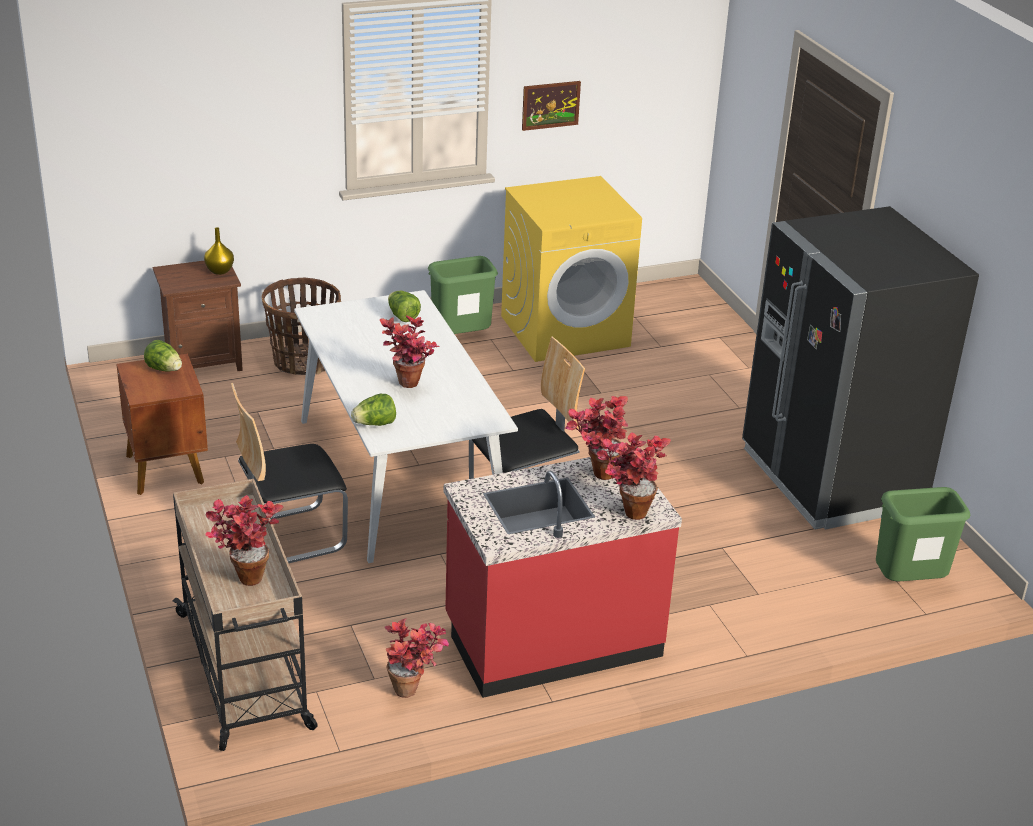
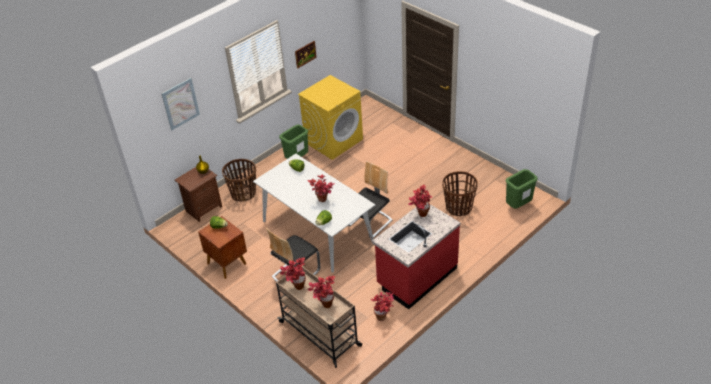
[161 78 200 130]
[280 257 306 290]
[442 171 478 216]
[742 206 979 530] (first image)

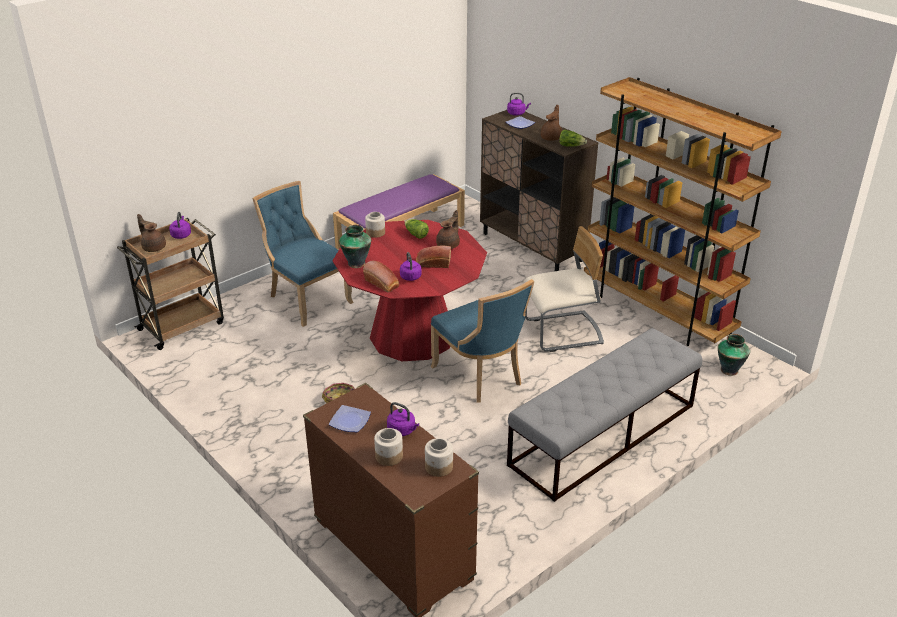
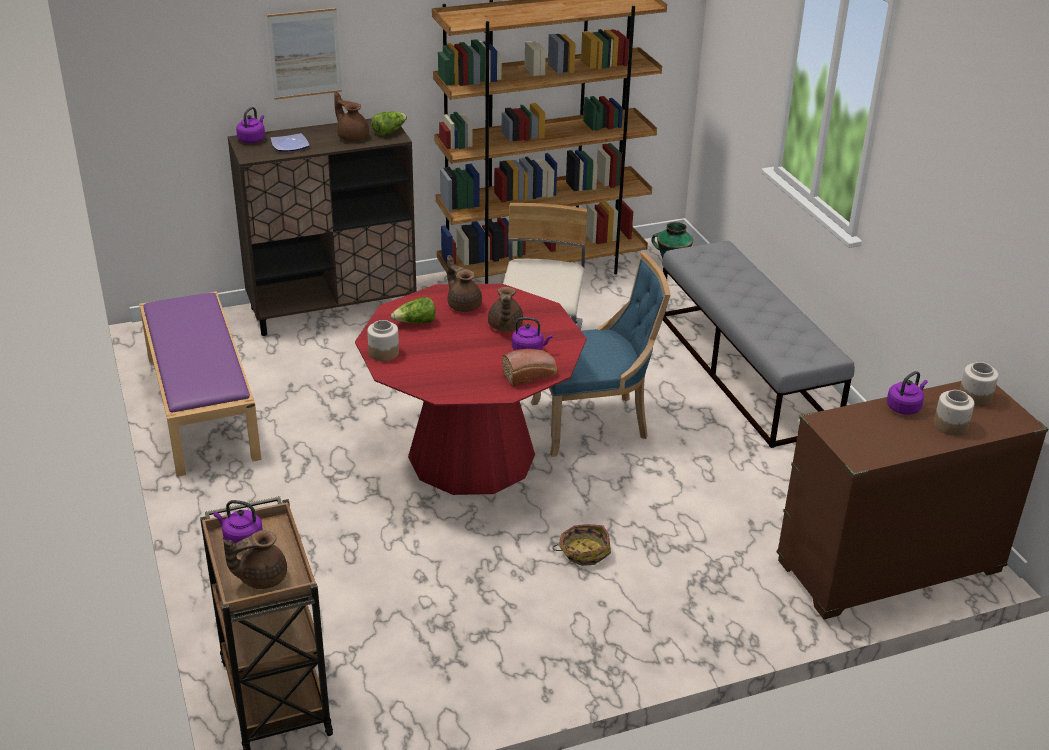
[267 8 342 100]
[488 287 523 331]
[252 181 354 327] (first image)
[329 405 371 432] (first image)
[339 225 371 268] (first image)

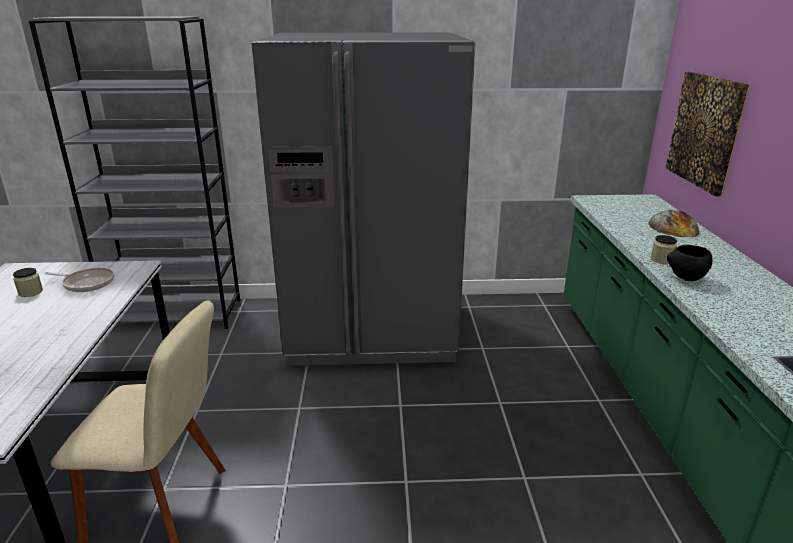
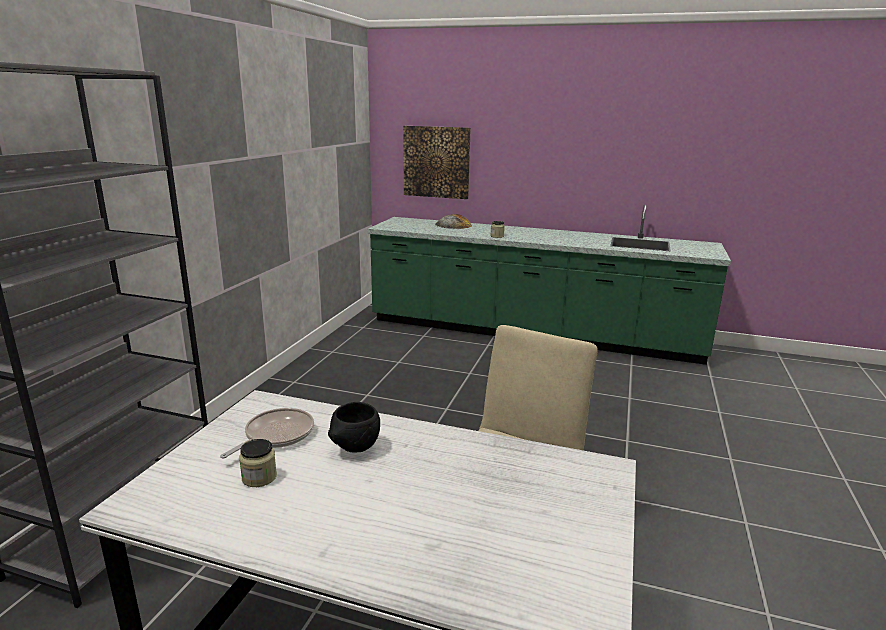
[328 402 380 452]
[252 32 476 366] (first image)

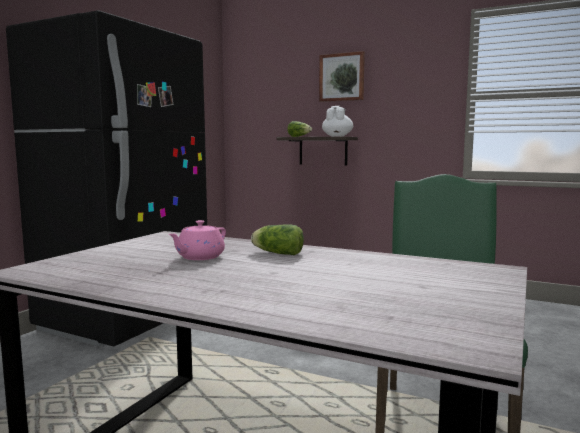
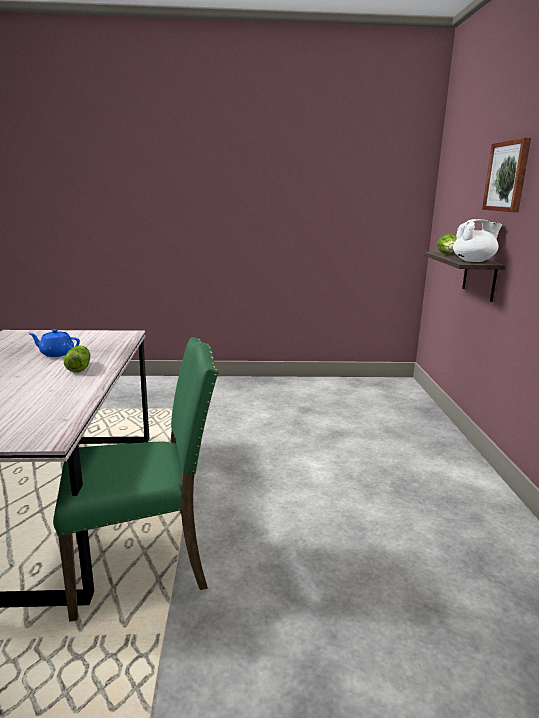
[29 329 80 357]
[6 10 207 347] (first image)

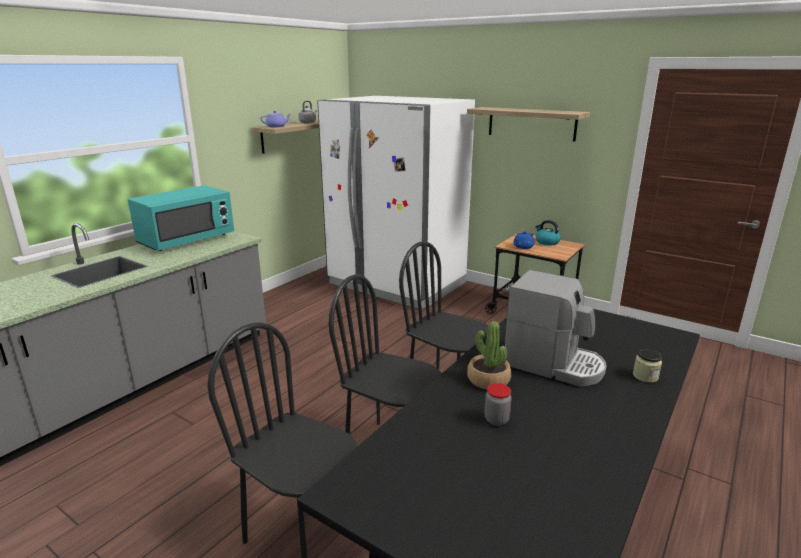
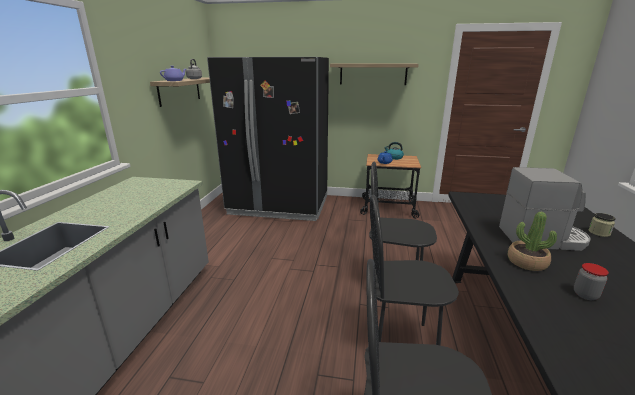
[207 57 329 221]
[128 185 234 251] (first image)

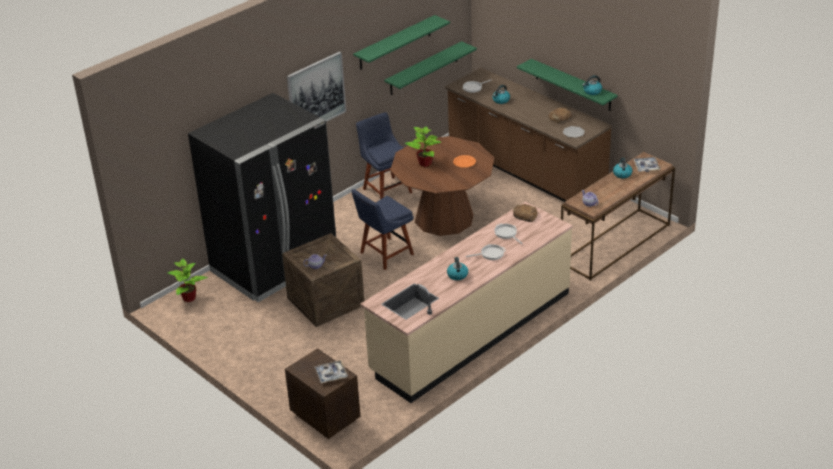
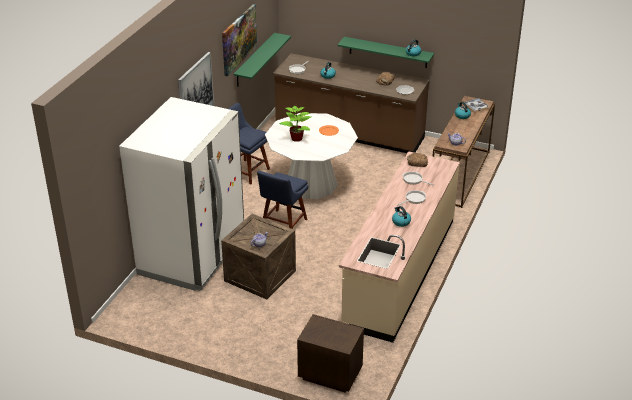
[119 97 244 291]
[222 4 257 76]
[265 113 358 199]
[168 258 208 302] (first image)
[315 360 348 383] (first image)

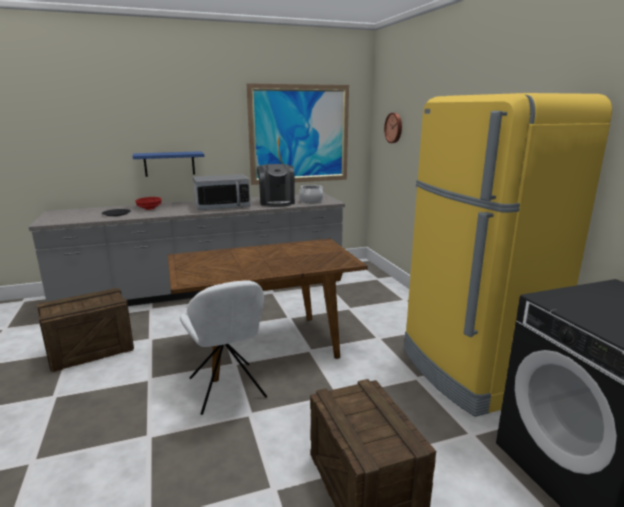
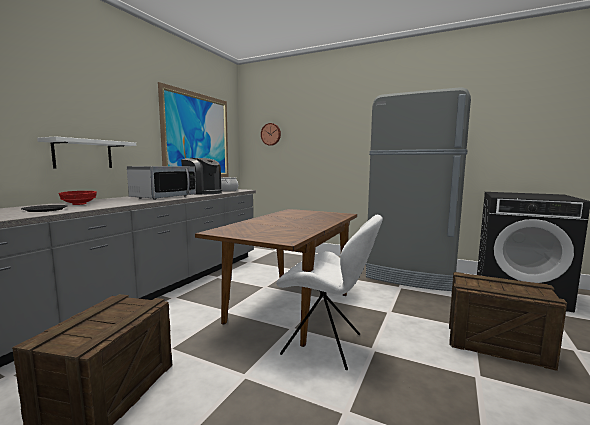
[37 137 136 168]
[366 87 471 291]

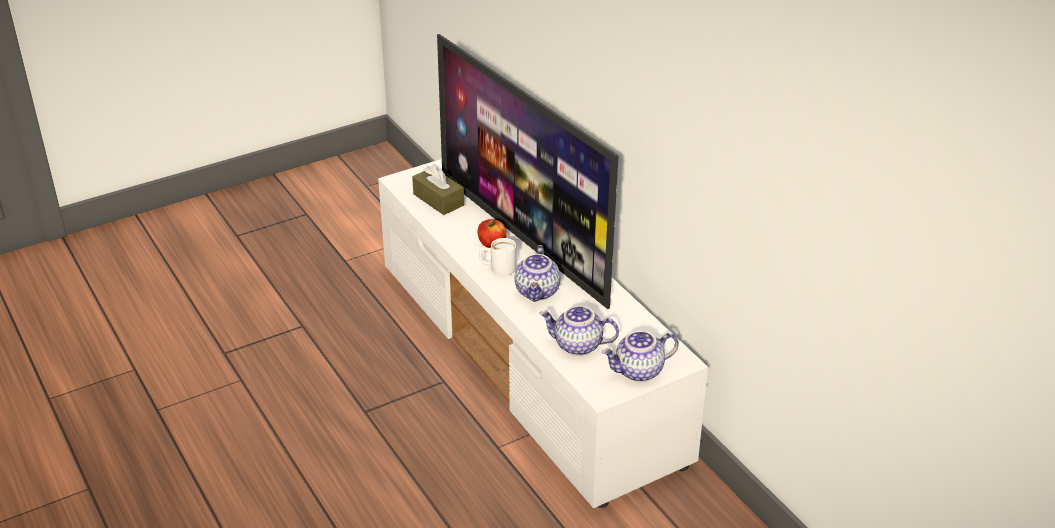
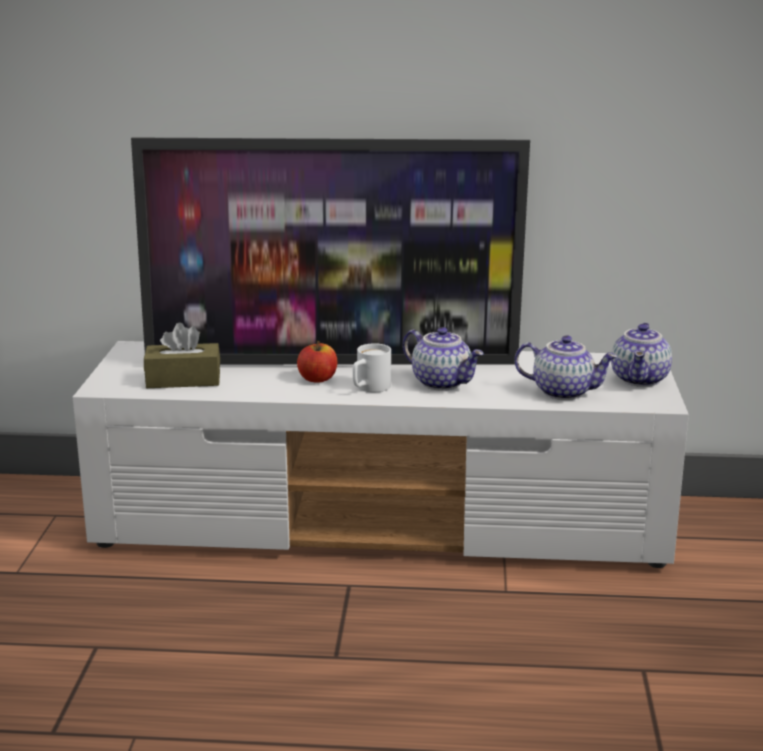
[514 335 618 400]

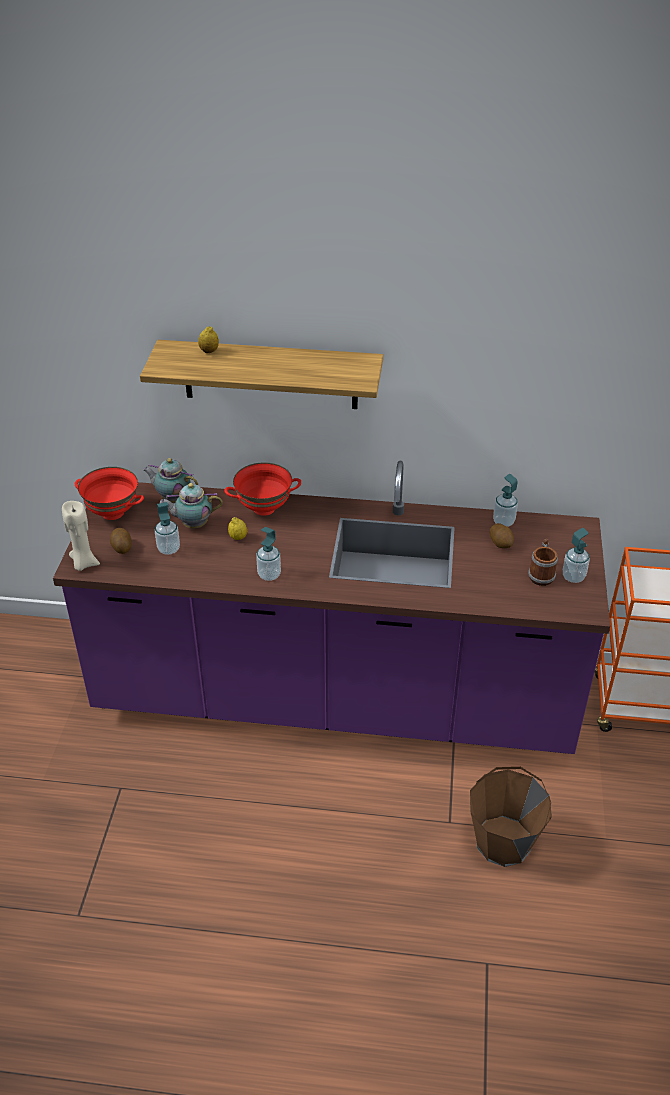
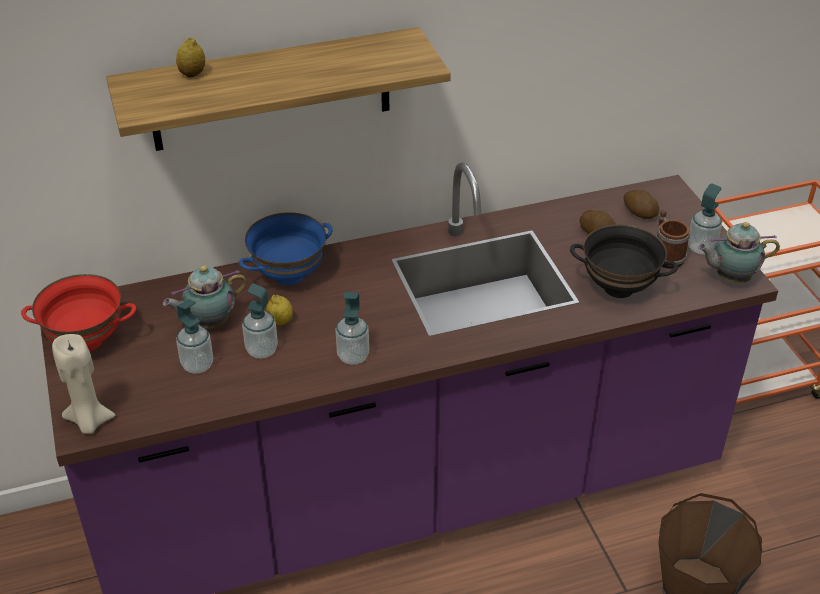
[239 212 333 285]
[242 283 278 358]
[570 224 678 298]
[623 190 659 219]
[698 222 780 283]

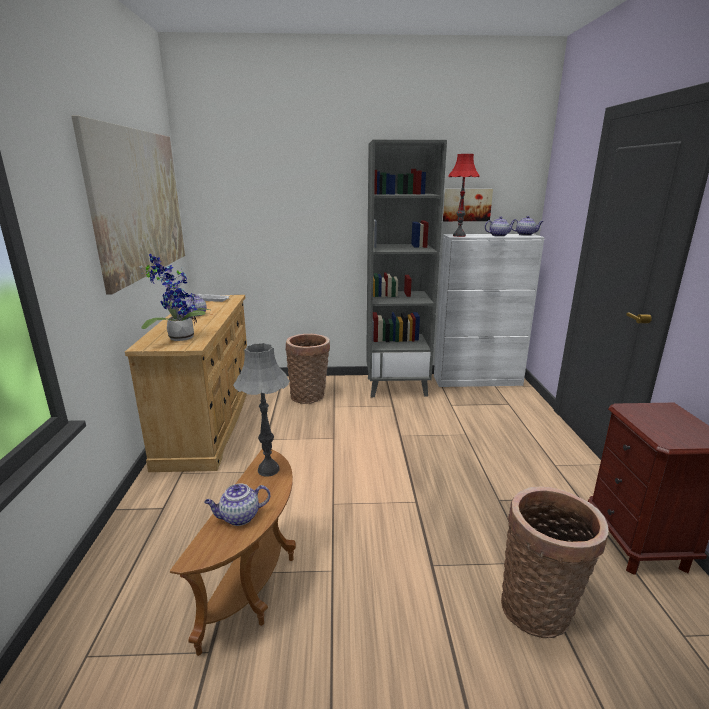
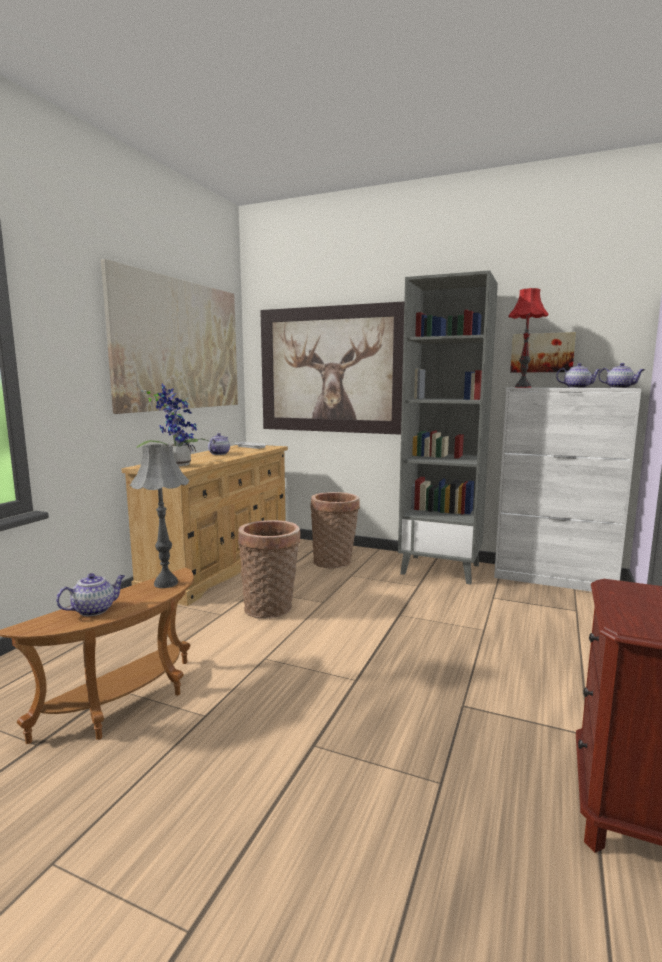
[56 573 125 616]
[238 520 300 619]
[260 302 404 435]

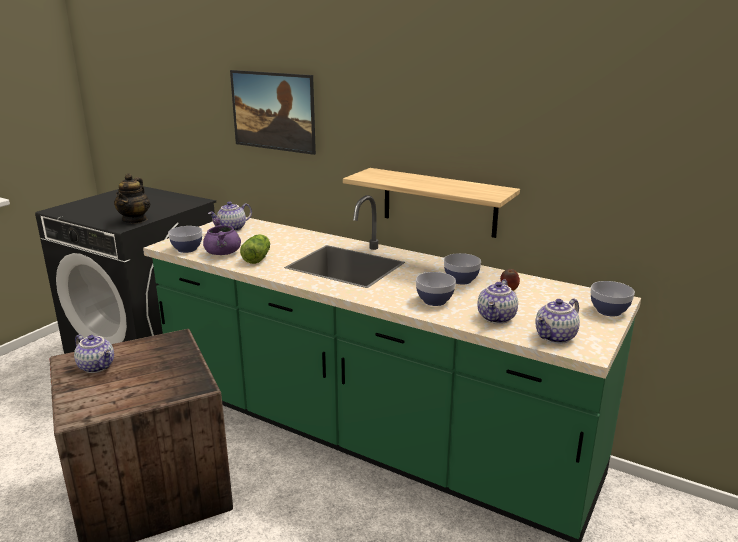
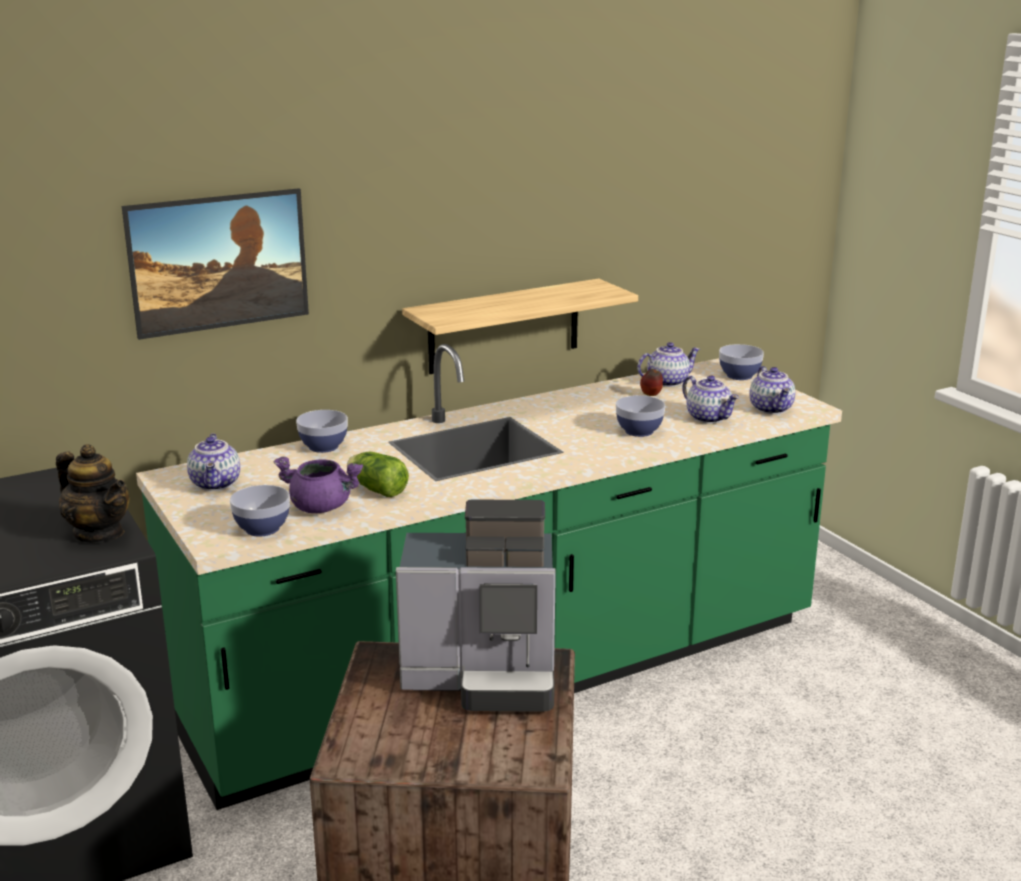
[296 410 348 453]
[396 499 556 712]
[637 342 700 387]

